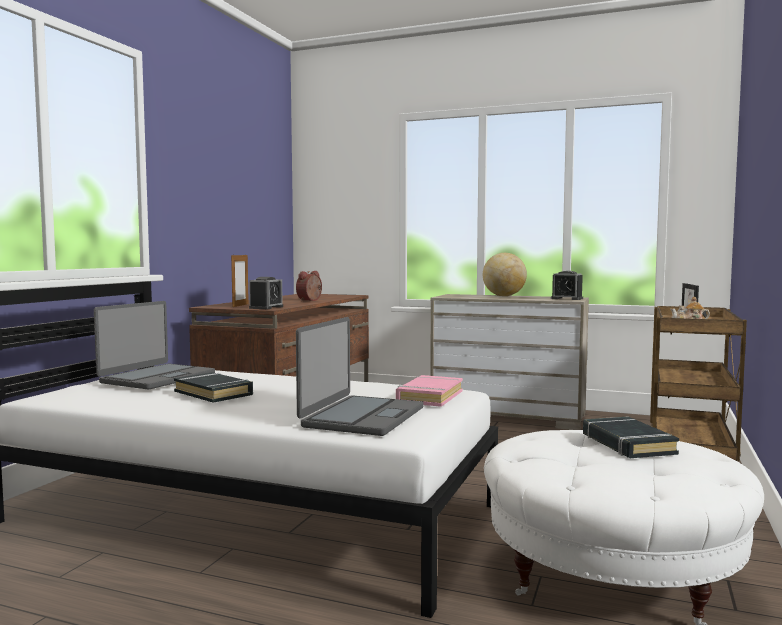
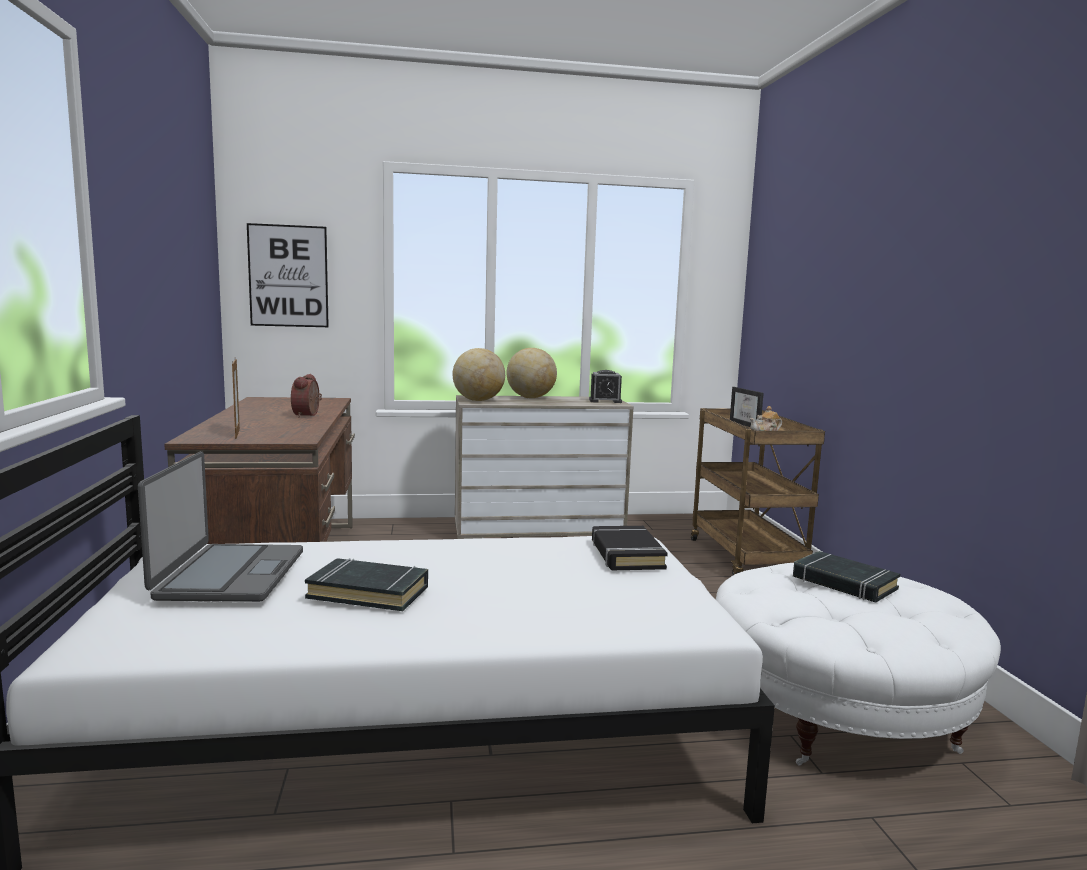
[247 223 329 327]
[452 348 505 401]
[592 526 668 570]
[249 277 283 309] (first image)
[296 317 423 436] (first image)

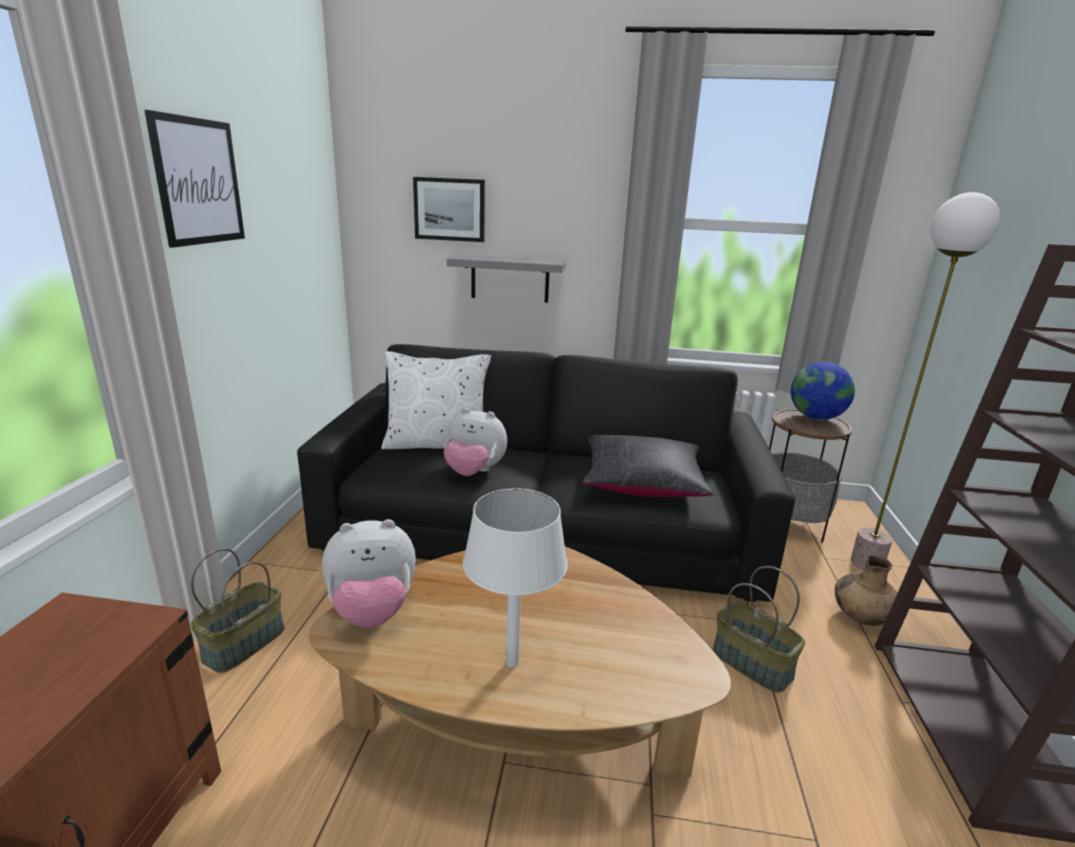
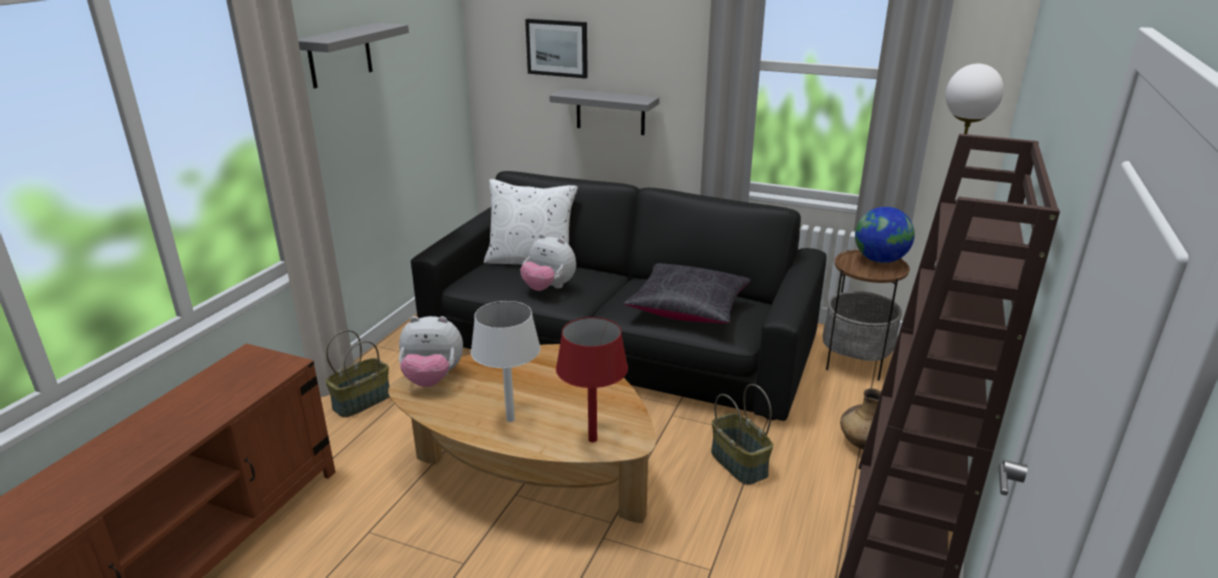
[298 23 409 88]
[556 317 628 442]

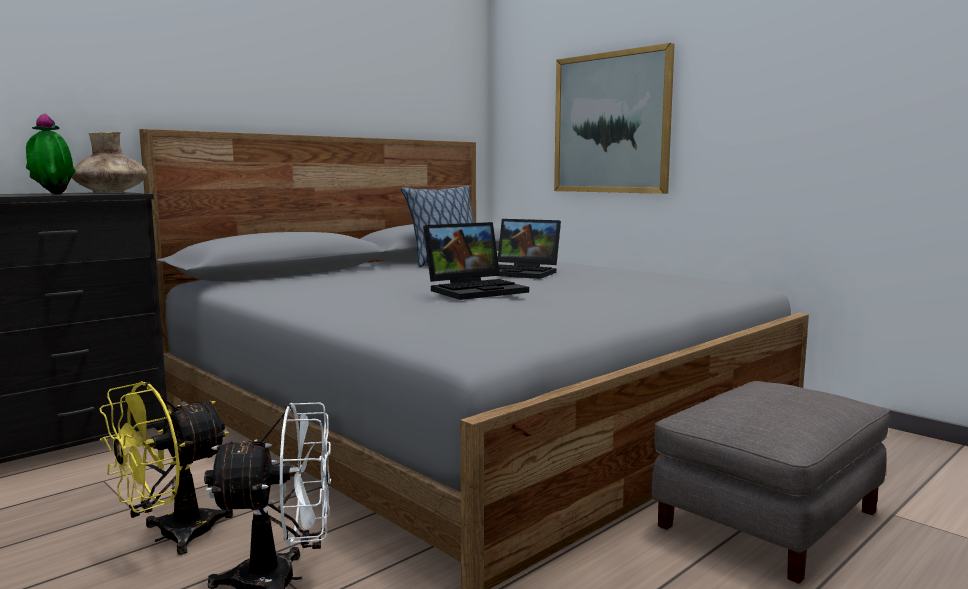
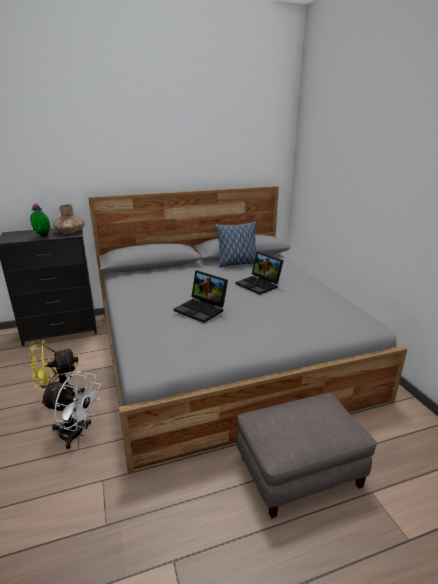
[174 270 228 323]
[554 43 675 194] (first image)

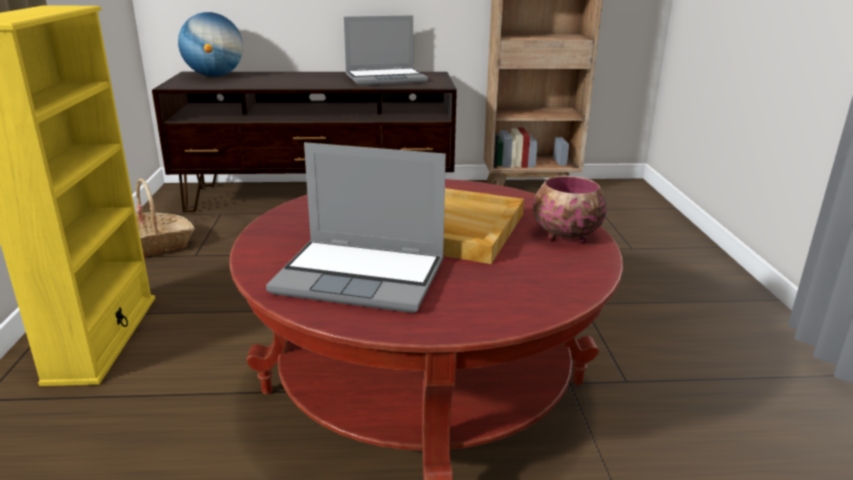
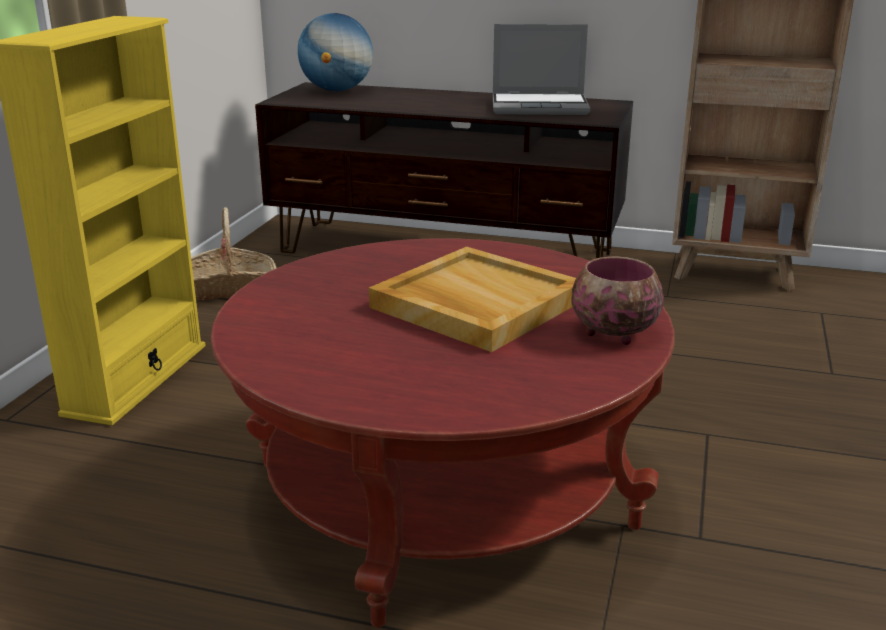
[266 142 446 313] (first image)

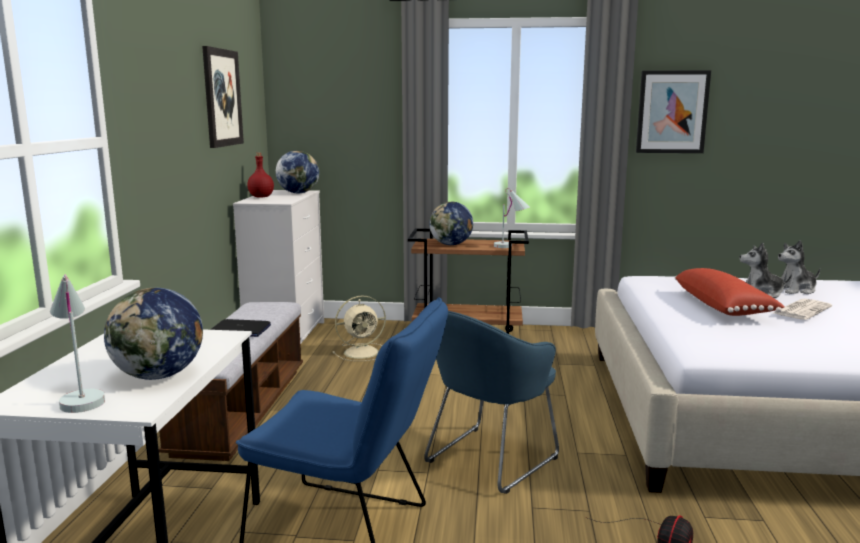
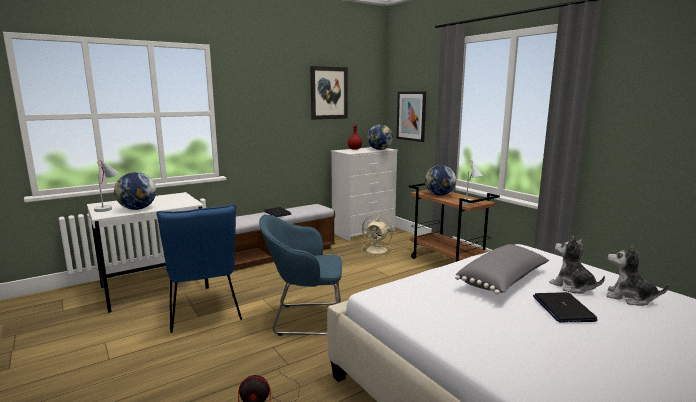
[397 92 426 142]
[455 244 549 295]
[533 292 598 322]

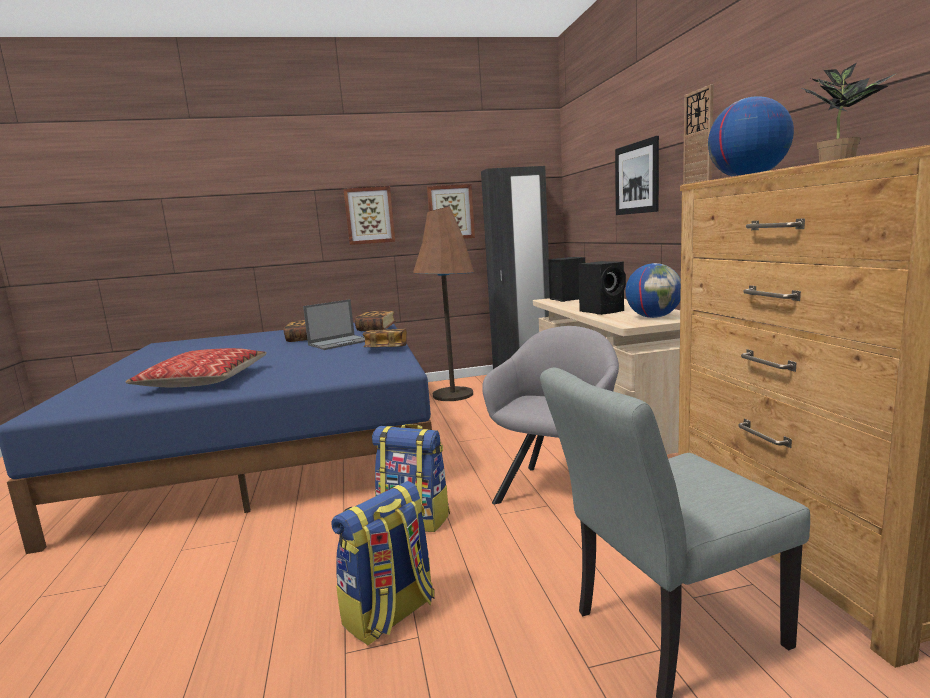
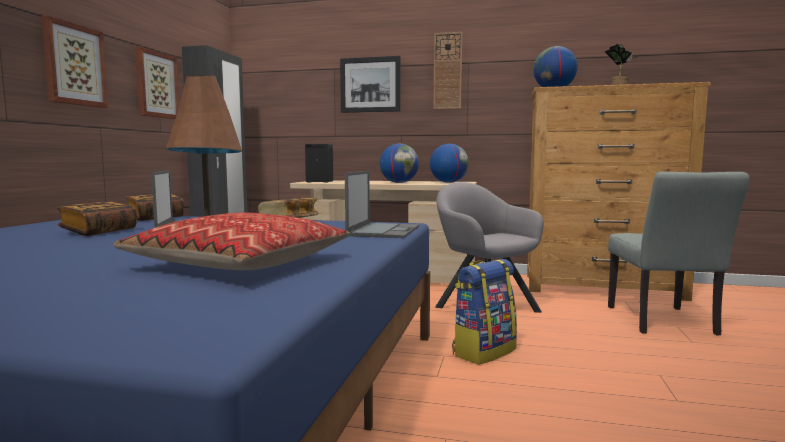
[345 171 419 238]
[380 144 419 183]
[331 481 435 646] (first image)

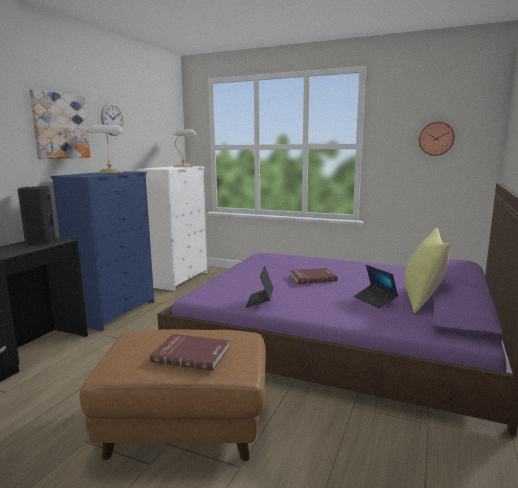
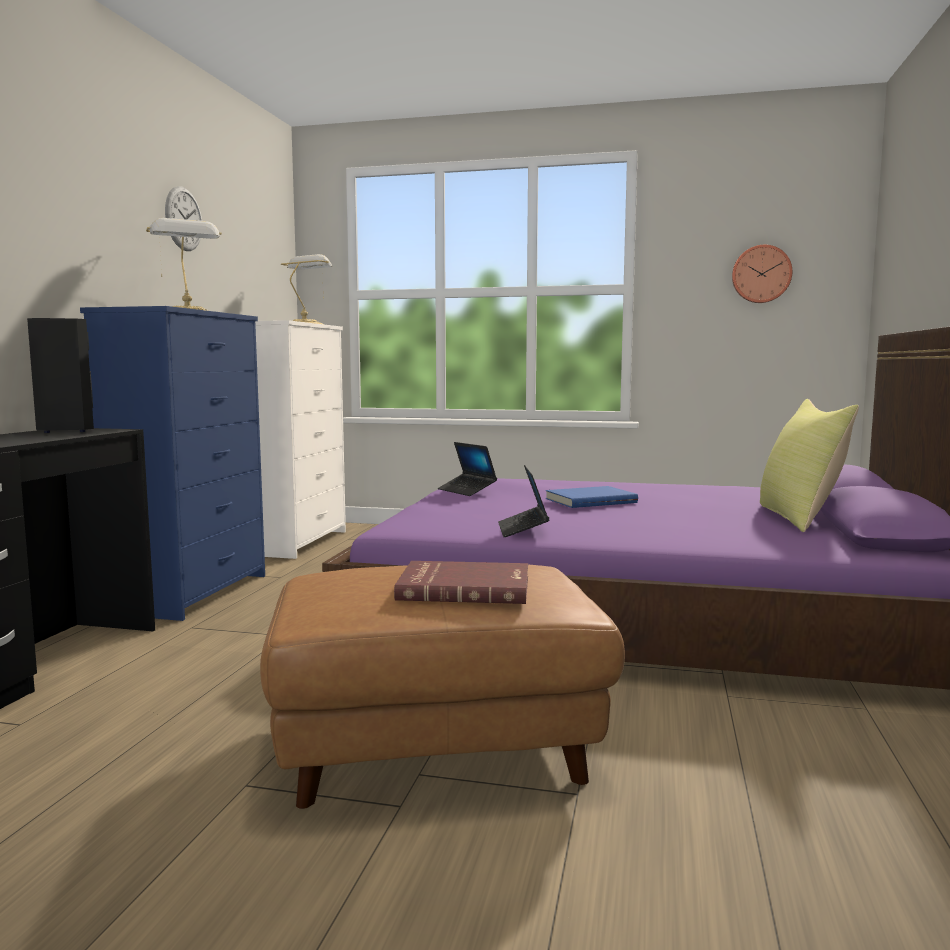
[438 442 497 496]
[546 486 638 508]
[29 89 90 159] (first image)

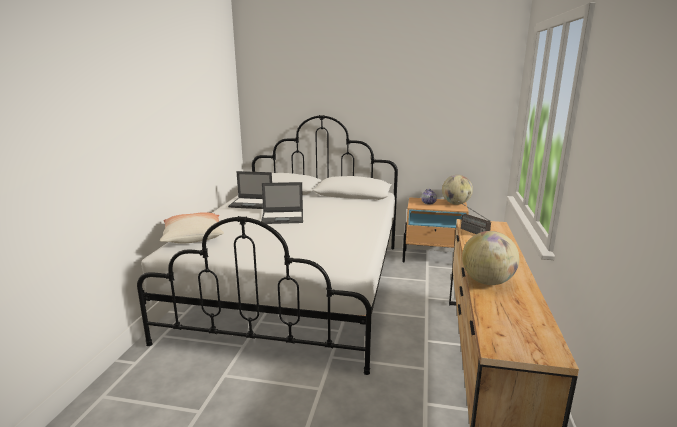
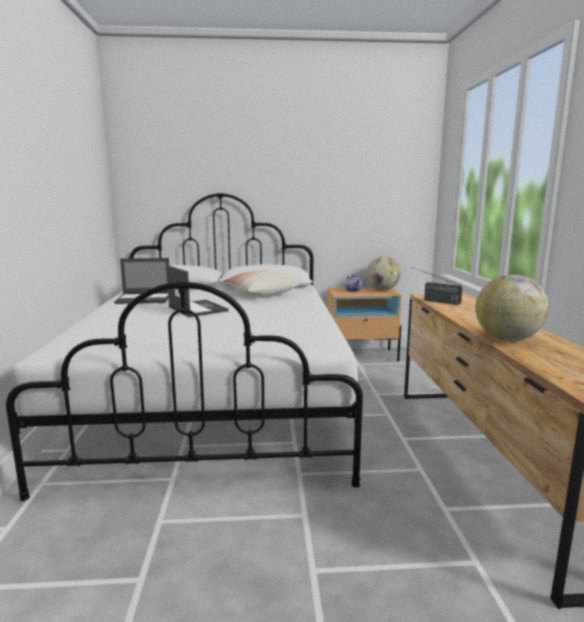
[167 265 229 317]
[223 271 299 296]

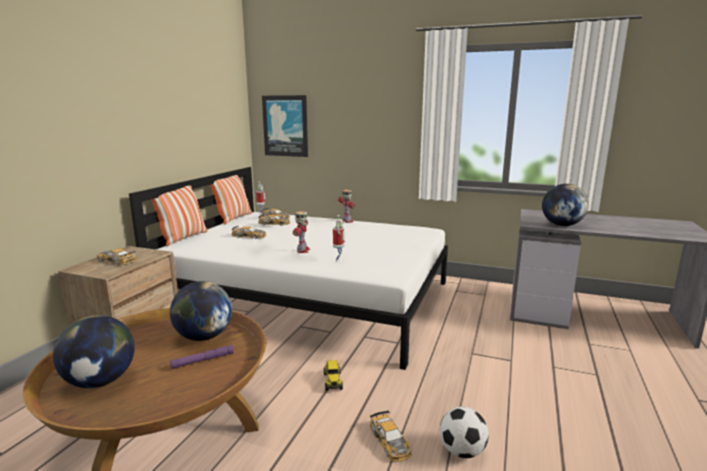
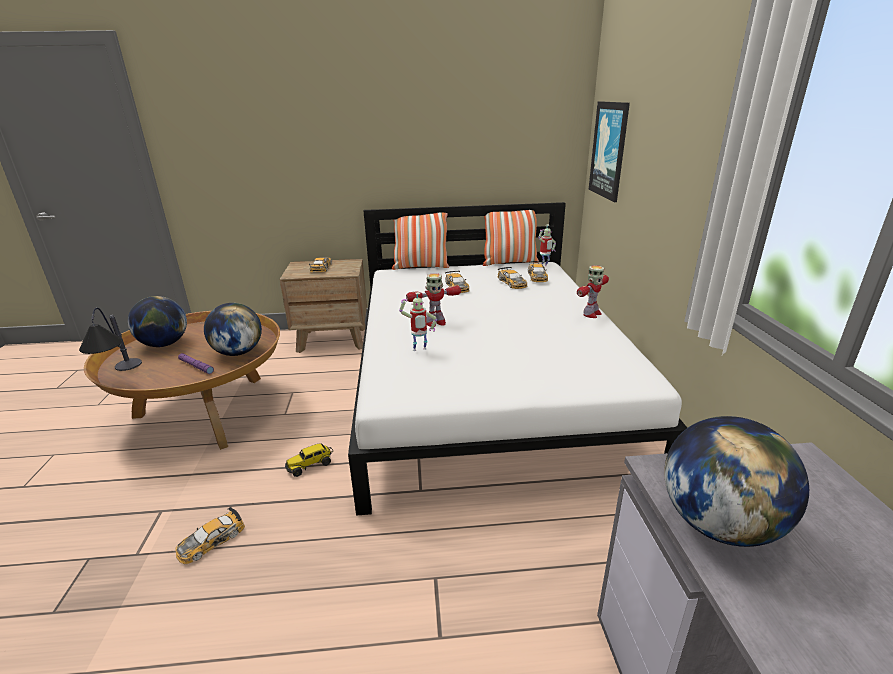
[79 308 142 371]
[440 407 489 458] (first image)

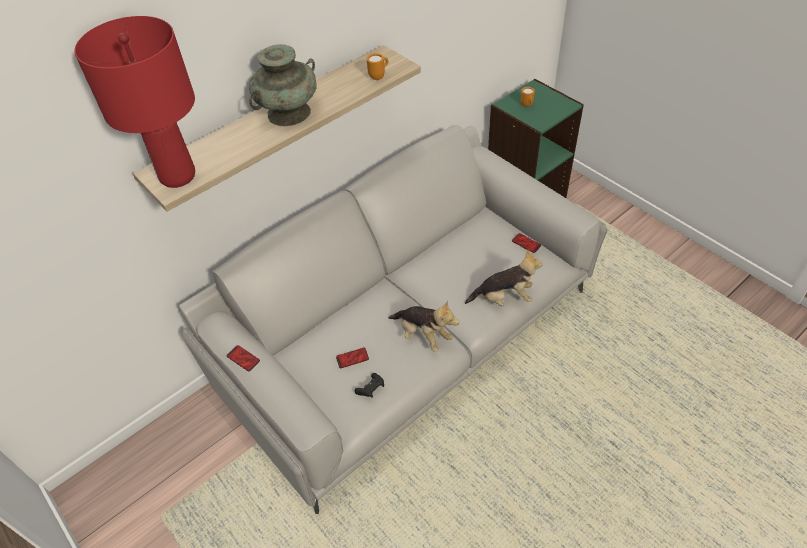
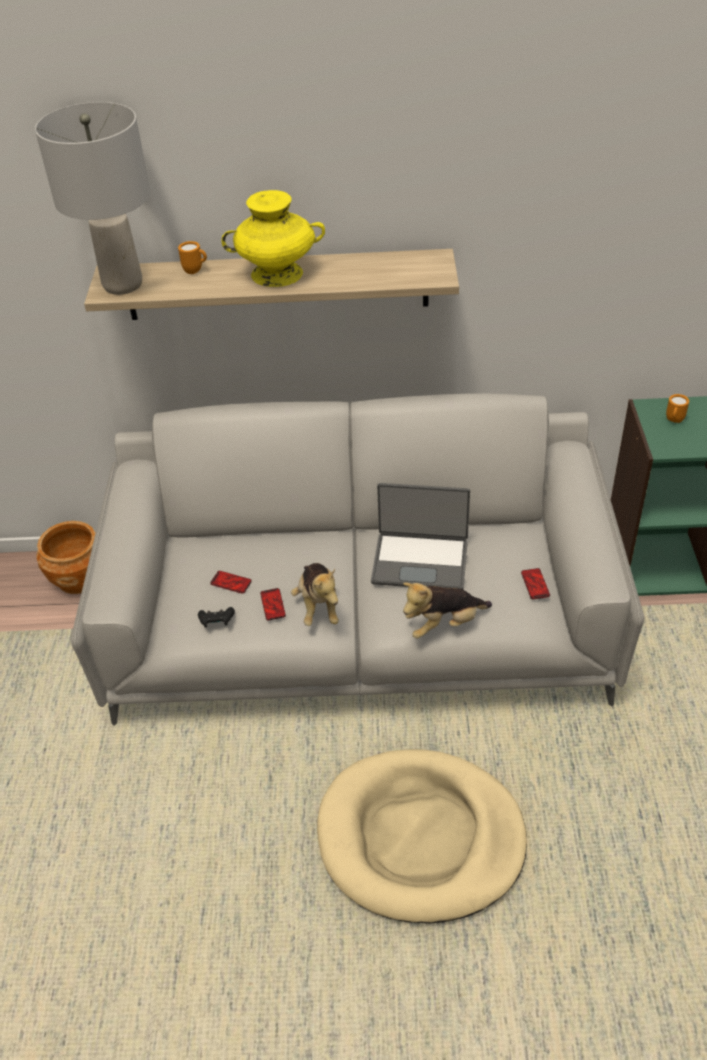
[35 102 150 295]
[36 521 96 594]
[178 241 207 274]
[221 190 325 287]
[260 588 286 621]
[317 749 527 924]
[371 483 470 590]
[403 582 492 639]

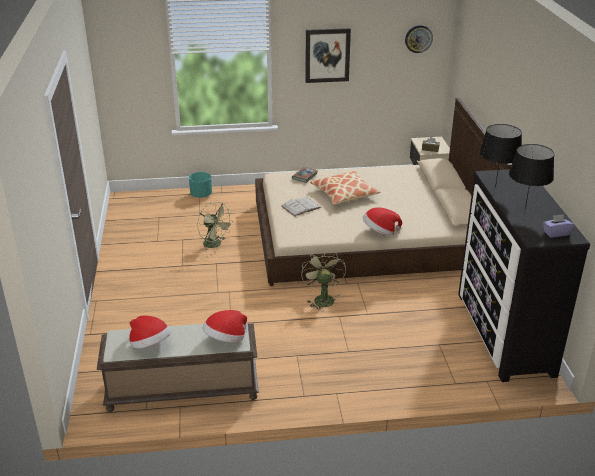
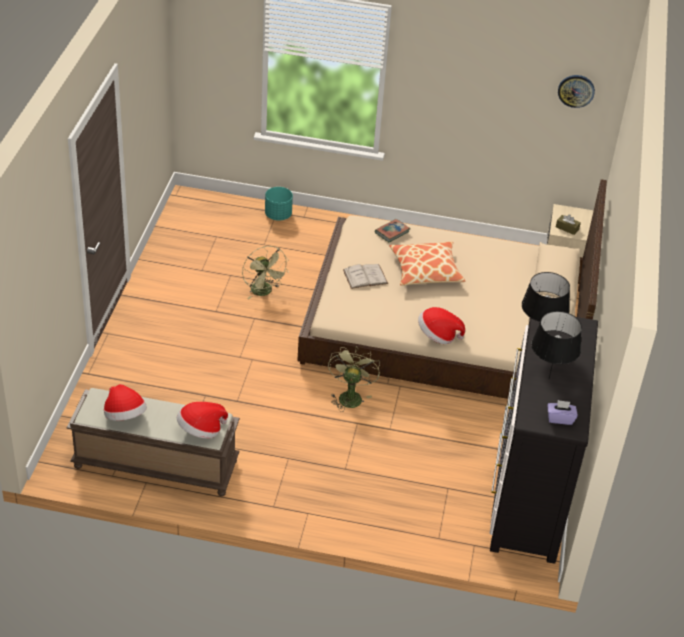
[305 28 351 83] (first image)

